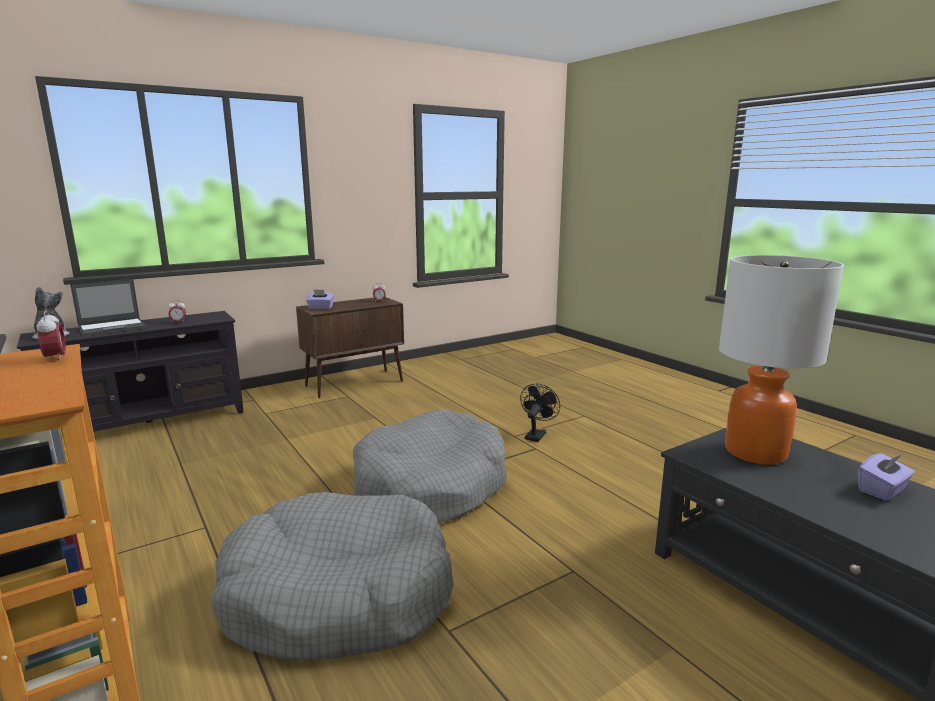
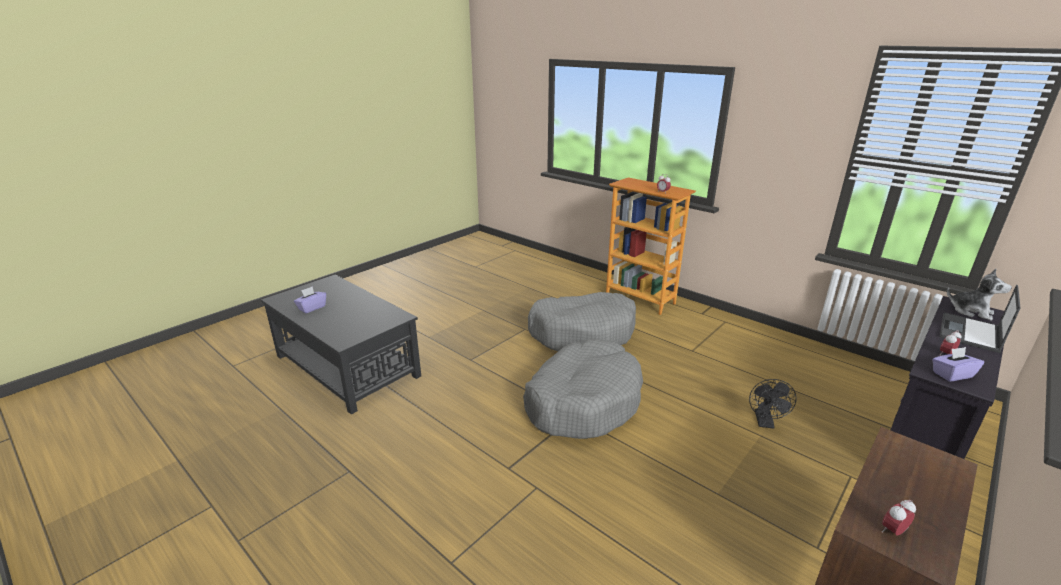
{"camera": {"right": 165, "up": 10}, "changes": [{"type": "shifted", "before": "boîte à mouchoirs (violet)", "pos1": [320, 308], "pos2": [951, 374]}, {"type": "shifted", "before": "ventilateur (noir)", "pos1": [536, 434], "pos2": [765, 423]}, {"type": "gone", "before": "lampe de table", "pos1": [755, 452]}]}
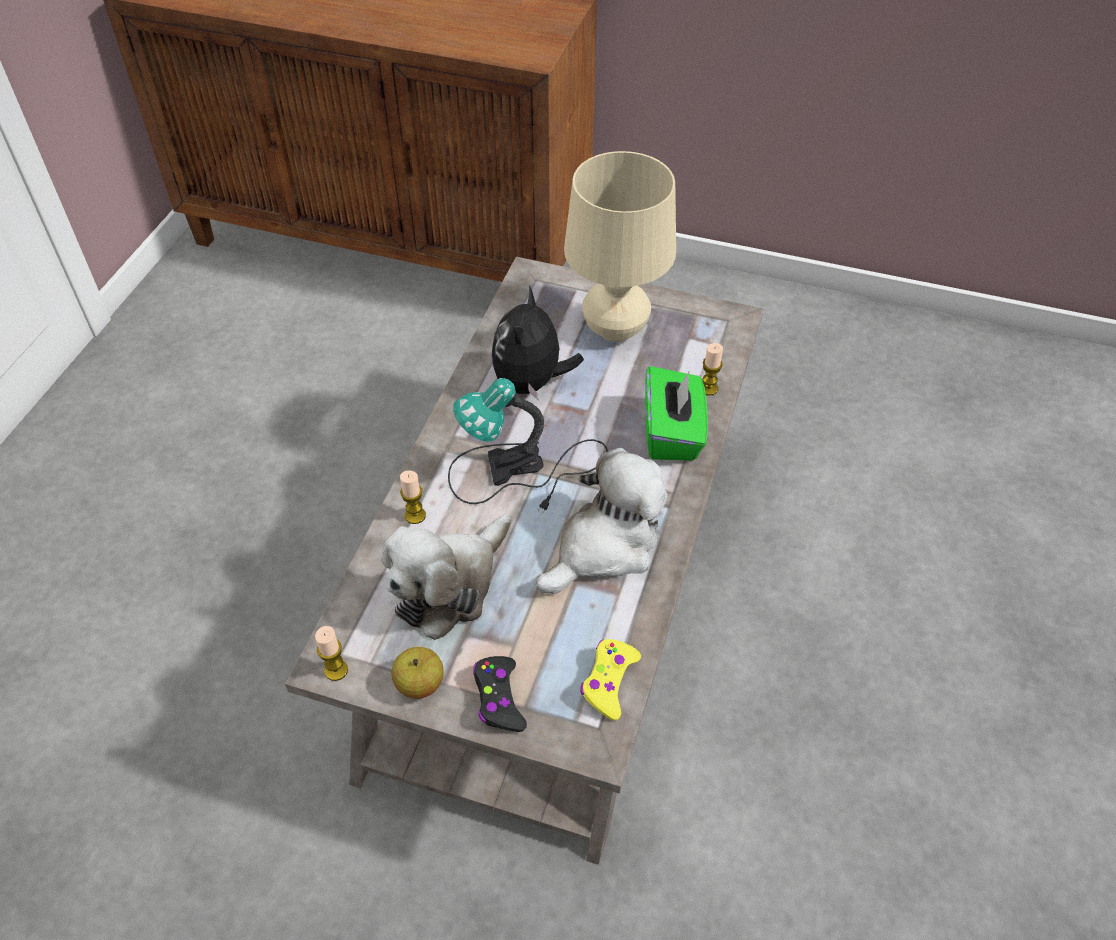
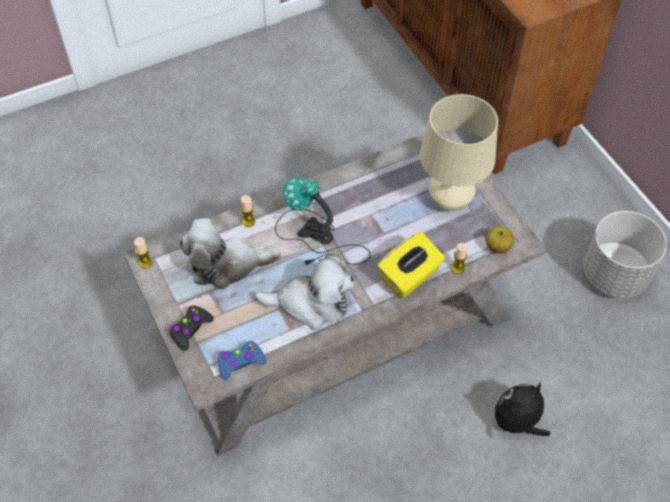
{"camera": {"right": 45, "up": 5}, "changes": [{"type": "shifted", "before": "pomme", "pos1": [420, 684], "pos2": [497, 247]}, {"type": "shifted", "before": "peluche", "pos1": [531, 383], "pos2": [517, 423]}, {"type": "repainted", "before": "manette (jaune)", "after": "manette (bleu)", "pos1": [609, 682], "pos2": [240, 362]}, {"type": "repainted", "before": "boîte à mouchoirs (vert)", "after": "boîte à mouchoirs (jaune)", "pos1": [672, 433], "pos2": [410, 277]}, {"type": "new", "after": "cache-pot (gris)", "pos2": [614, 275]}]}
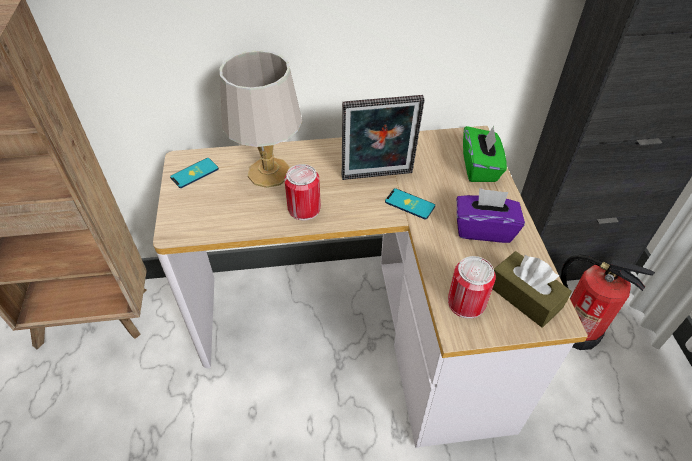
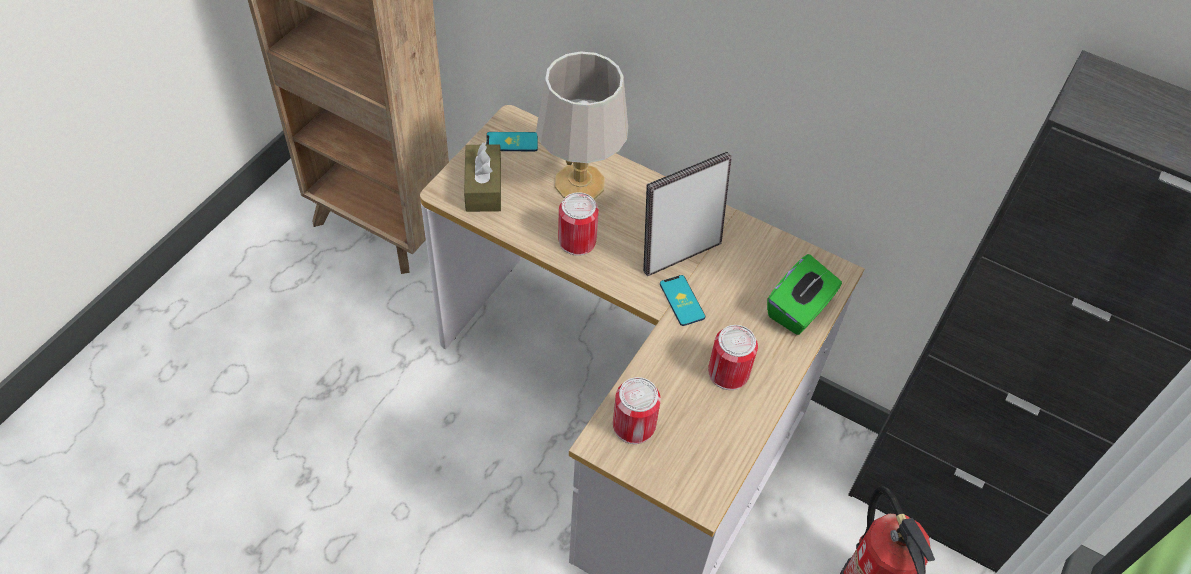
{"camera": {"right": 35, "up": 5}, "changes": [{"type": "rotated", "before": "cadre photo", "pos1": [377, 177], "pos2": [679, 253], "turn": 120}, {"type": "swapped", "before": "boîte à mouchoirs (violet)", "after": "boîte métallique", "pos1": [483, 229], "pos2": [728, 373]}, {"type": "shifted", "before": "boîte à mouchoirs (marron)", "pos1": [525, 296], "pos2": [483, 187]}]}
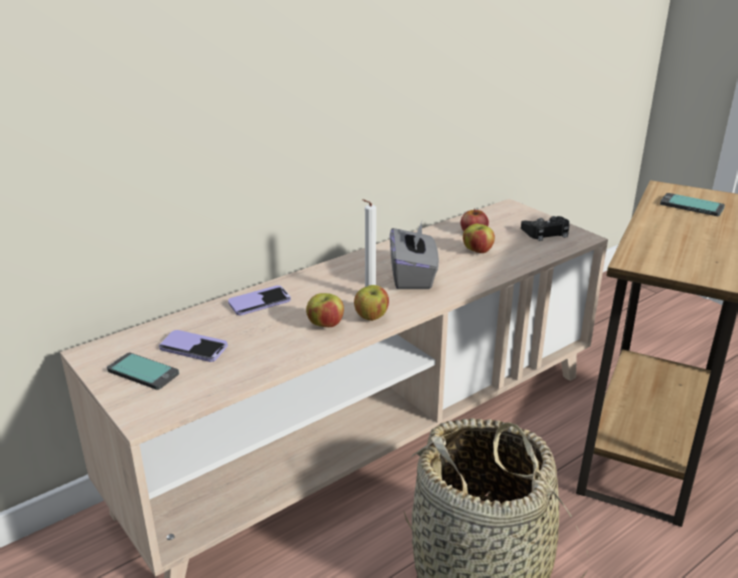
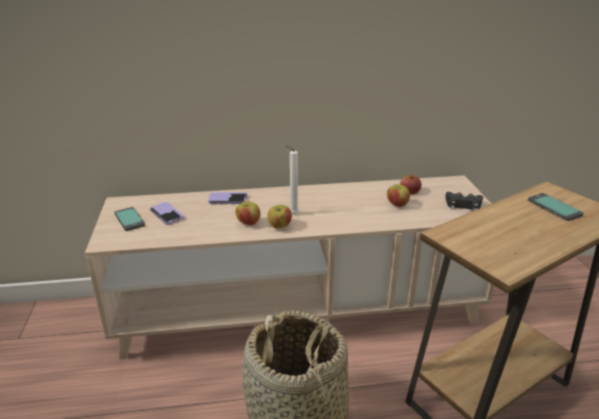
{"camera": {"right": 30, "up": 0}, "changes": [{"type": "gone", "before": "boîte à mouchoirs (gris)", "pos1": [413, 276]}]}
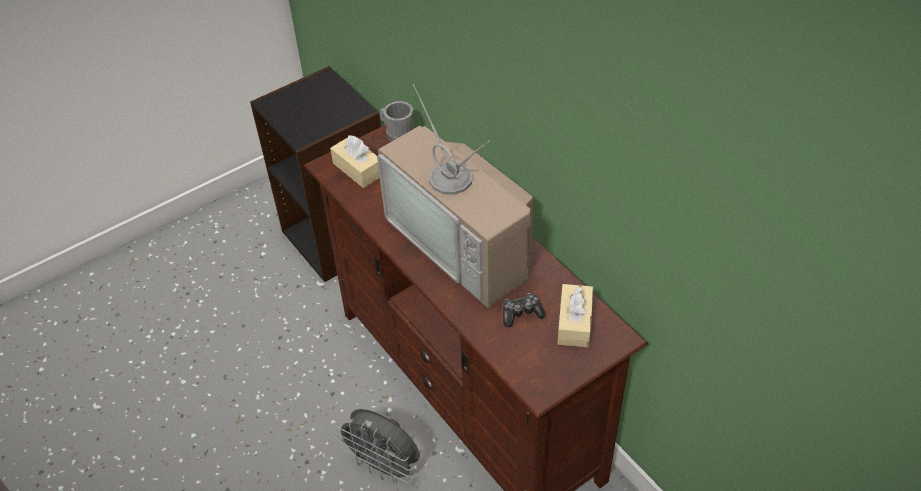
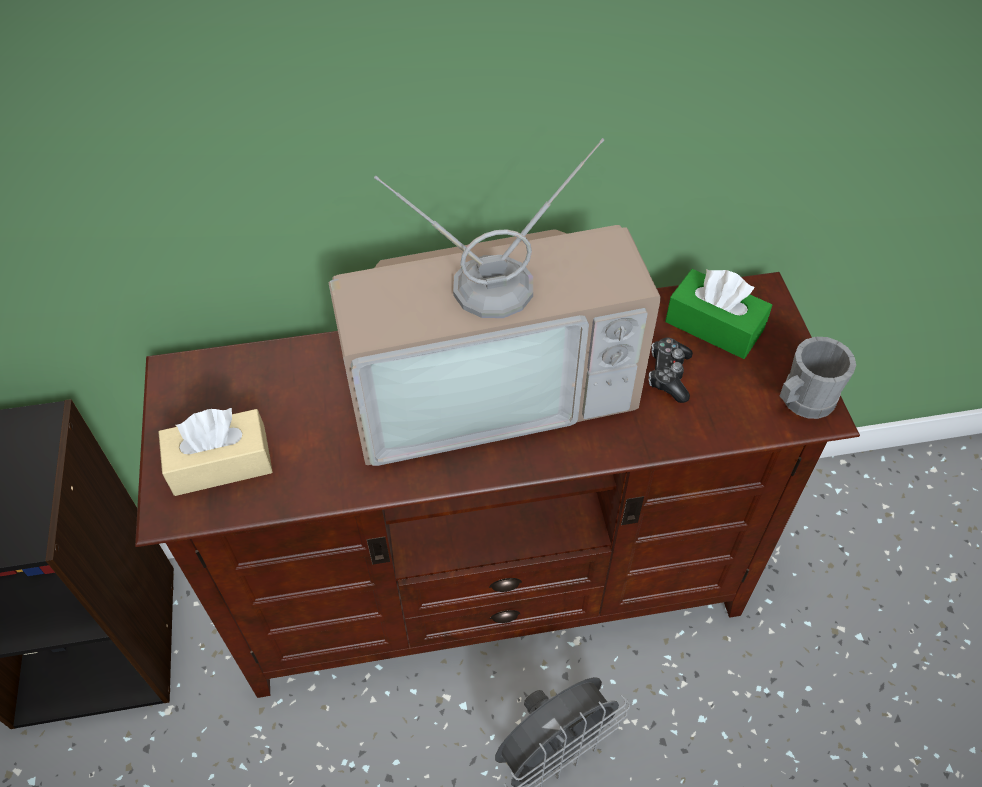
{"camera": {"right": -65, "up": 5}, "changes": [{"type": "shifted", "before": "mug (gris)", "pos1": [397, 134], "pos2": [803, 400]}, {"type": "repainted", "before": "boîte à mouchoirs (beige)", "after": "boîte à mouchoirs (vert)", "pos1": [574, 323], "pos2": [714, 326]}]}
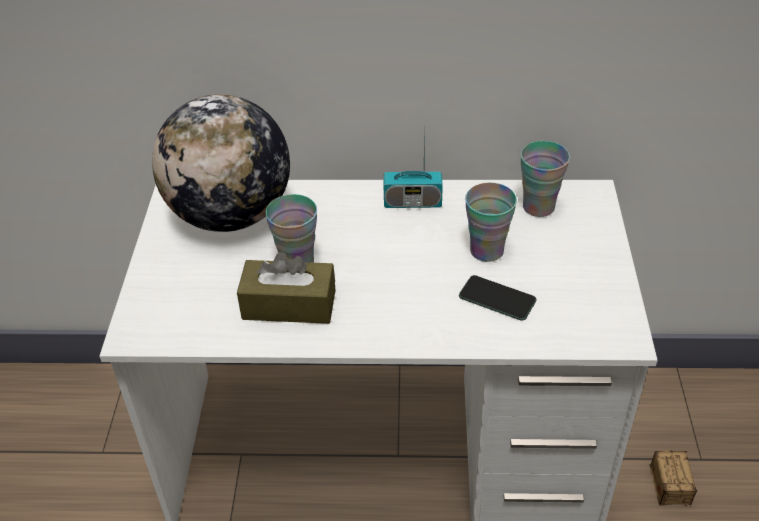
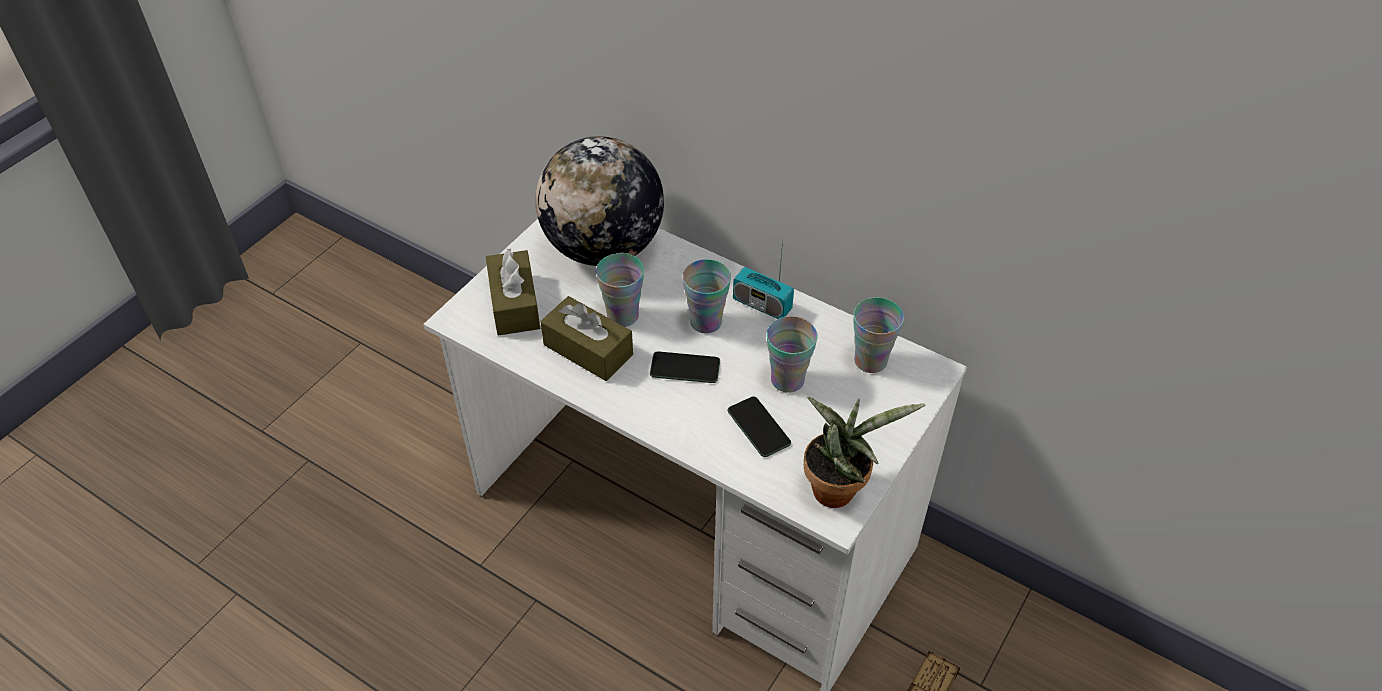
{"camera": {"right": 30, "up": 5}, "changes": [{"type": "new", "after": "boîte à mouchoirs (marron)", "pos2": [514, 304]}, {"type": "new", "after": "téléphone", "pos2": [685, 368]}, {"type": "new", "after": "tasse", "pos2": [706, 322]}, {"type": "new", "after": "plante en pot", "pos2": [838, 487]}]}
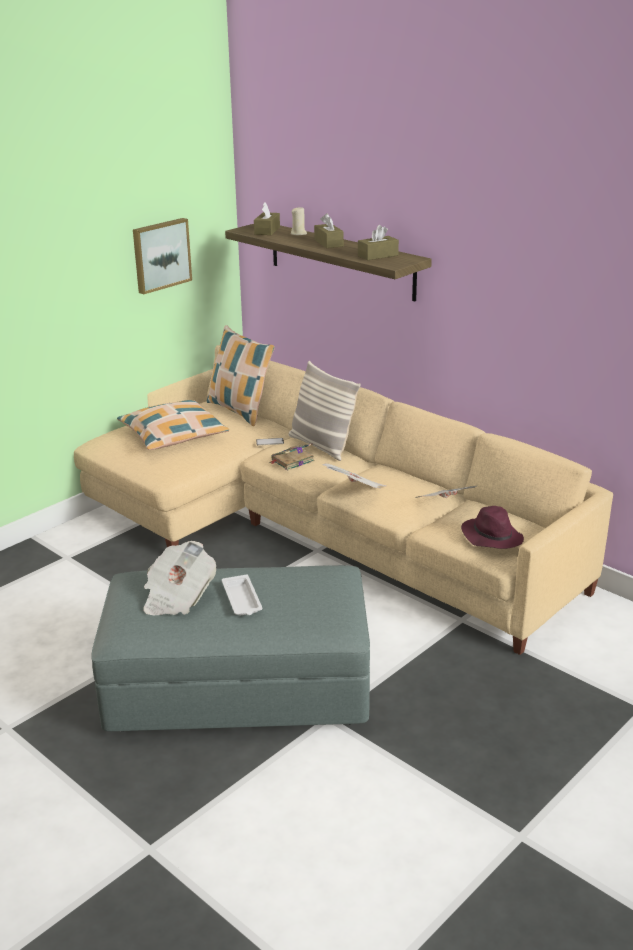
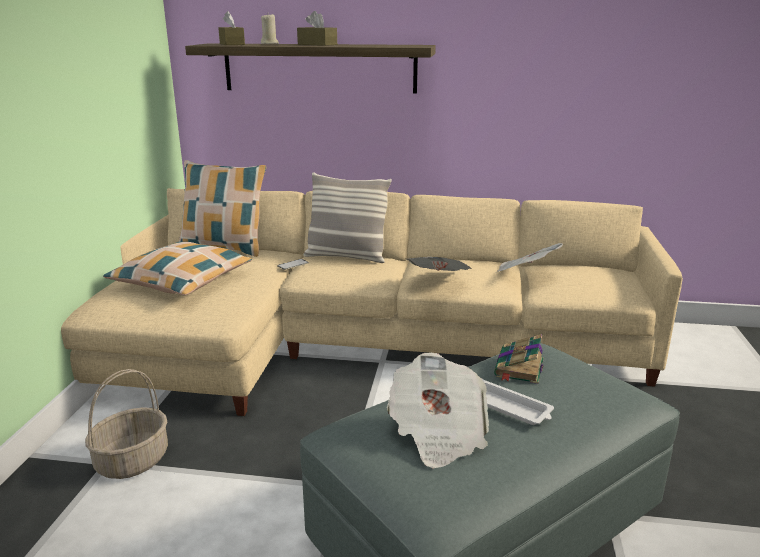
{"camera": {"right": -35, "up": -5}, "changes": [{"type": "gone", "before": "tableau", "pos1": [160, 255]}, {"type": "shifted", "before": "livre", "pos1": [292, 461], "pos2": [519, 368]}, {"type": "gone", "before": "boîte à mouchoirs (marron)", "pos1": [378, 255]}, {"type": "gone", "before": "chapeau (violet)", "pos1": [491, 537]}, {"type": "new", "after": "panier", "pos2": [133, 460]}]}
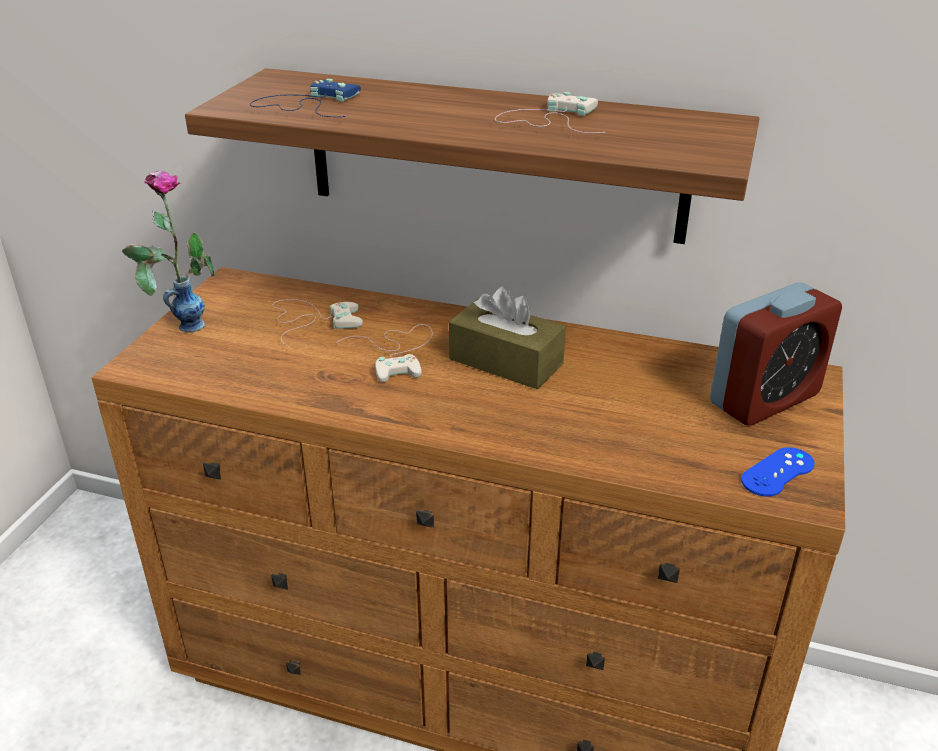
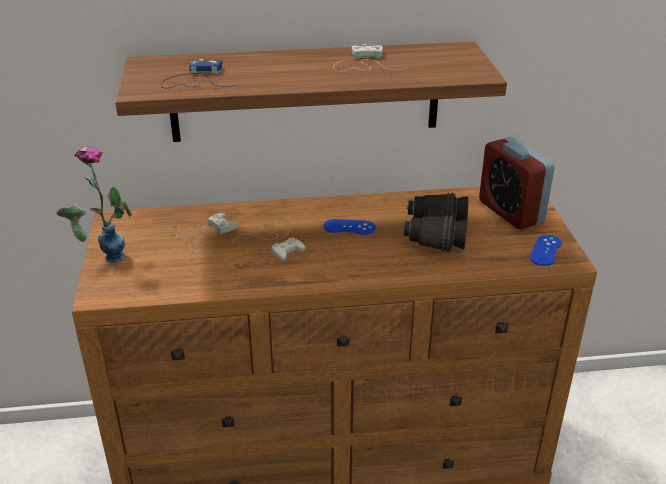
{"camera": {"right": -25, "up": 0}, "changes": [{"type": "swapped", "before": "boîte à mouchoirs (marron)", "after": "manette (bleu)", "pos1": [506, 361], "pos2": [349, 227]}, {"type": "rotated", "before": "réveil", "pos1": [764, 399], "pos2": [510, 212], "turn": 120}, {"type": "new", "after": "jumelles (noir)", "pos2": [435, 233]}]}
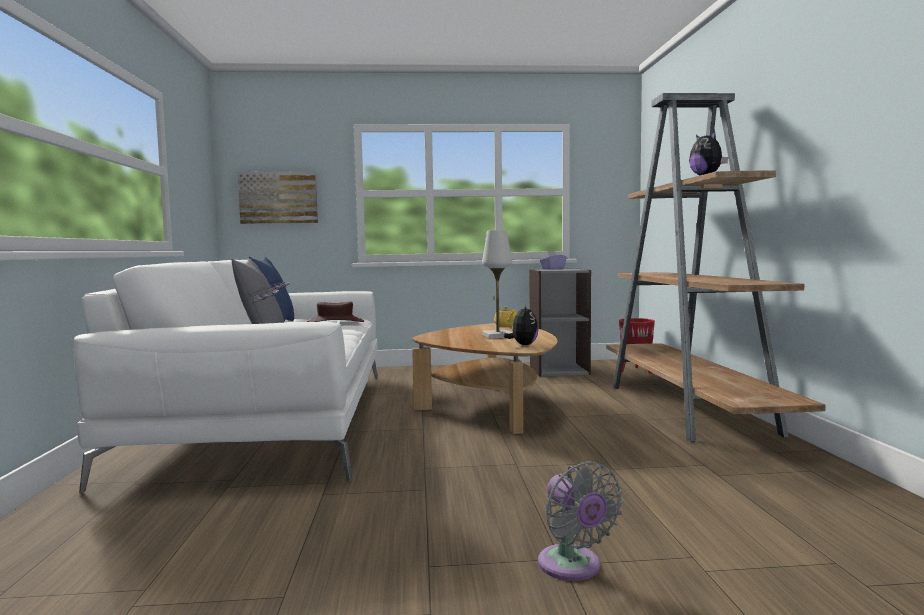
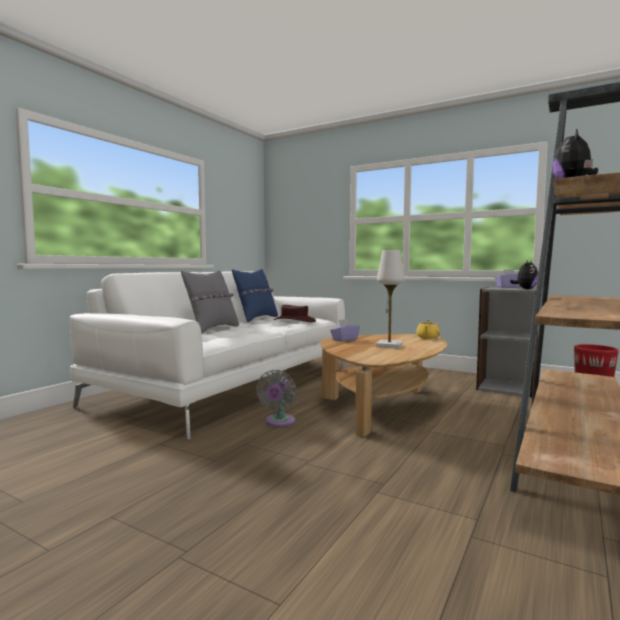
{"camera": {"right": 35, "up": 0}, "changes": [{"type": "gone", "before": "tableau", "pos1": [278, 198]}, {"type": "shifted", "before": "peluche", "pos1": [523, 345], "pos2": [525, 289]}, {"type": "shifted", "before": "ventilateur (gris)", "pos1": [572, 567], "pos2": [279, 422]}, {"type": "new", "after": "boîte à mouchoirs (violet)", "pos2": [344, 340]}]}
